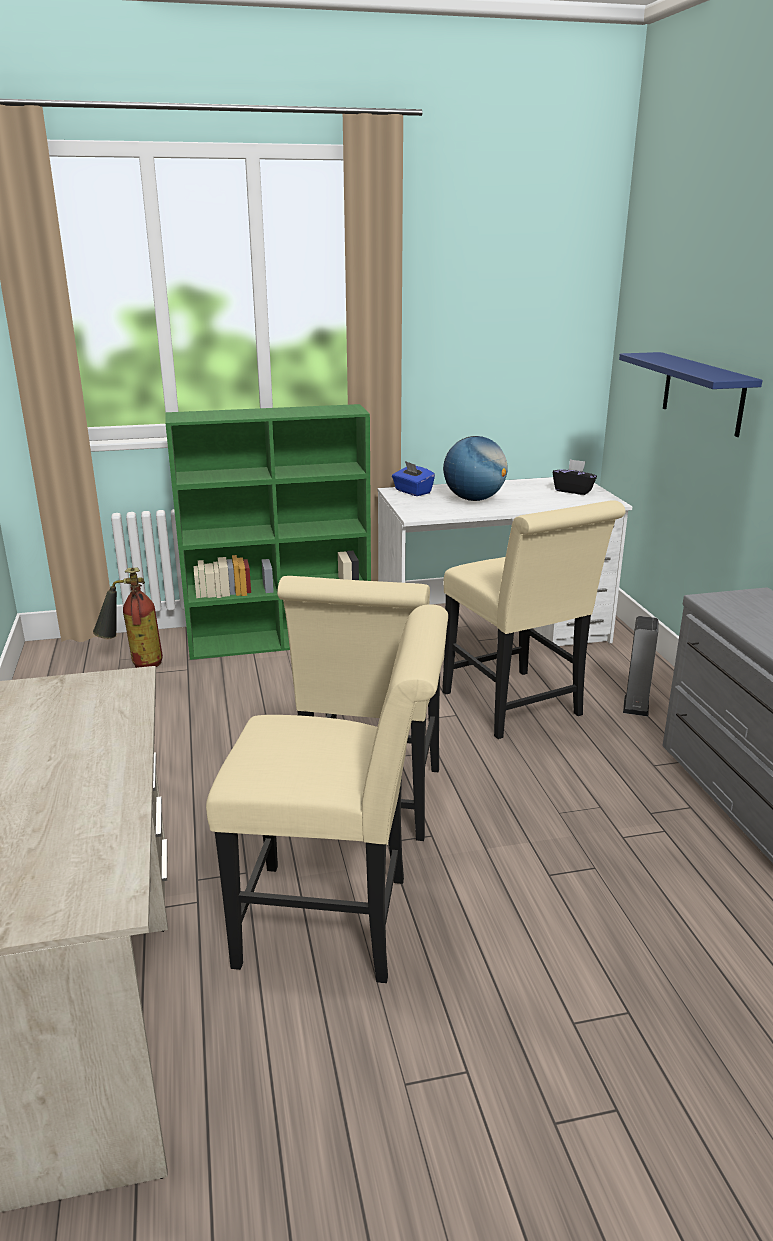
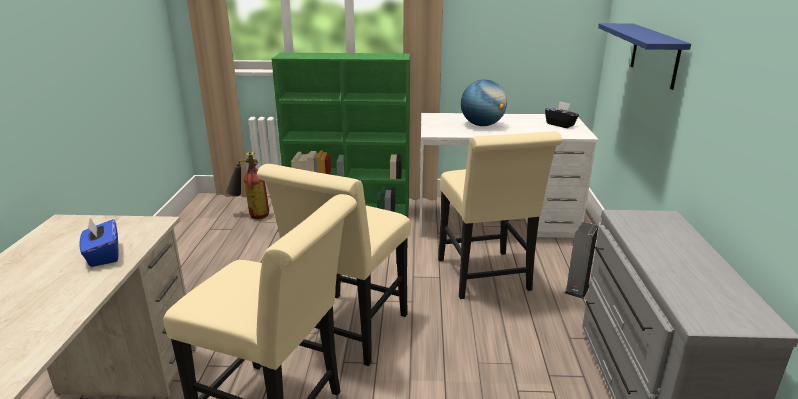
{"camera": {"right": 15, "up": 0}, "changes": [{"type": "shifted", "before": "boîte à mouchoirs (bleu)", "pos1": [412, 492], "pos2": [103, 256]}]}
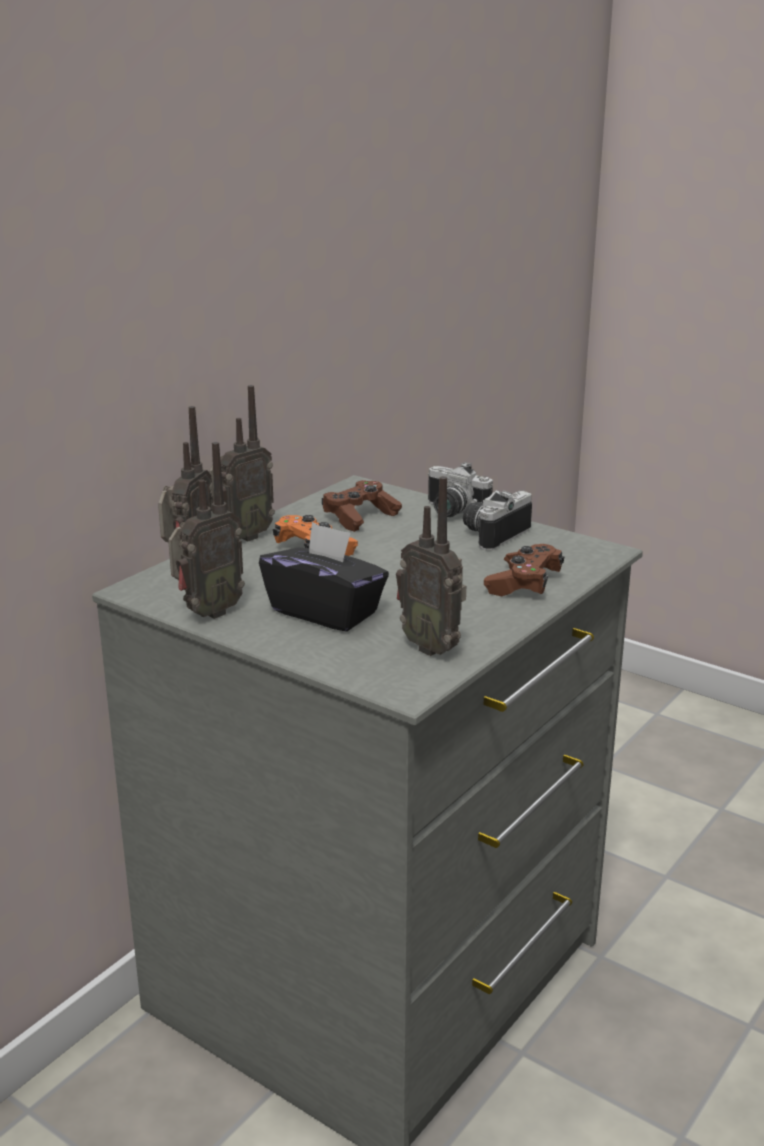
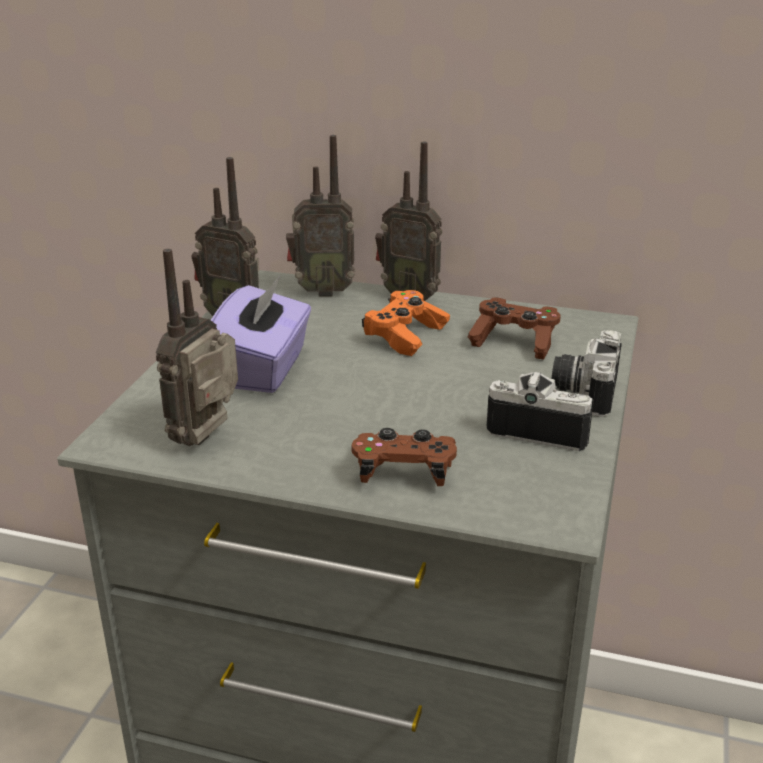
{"camera": {"right": 70, "up": 5}, "changes": [{"type": "repainted", "before": "boîte à mouchoirs (noir)", "after": "boîte à mouchoirs (violet)", "pos1": [325, 612], "pos2": [263, 369]}]}
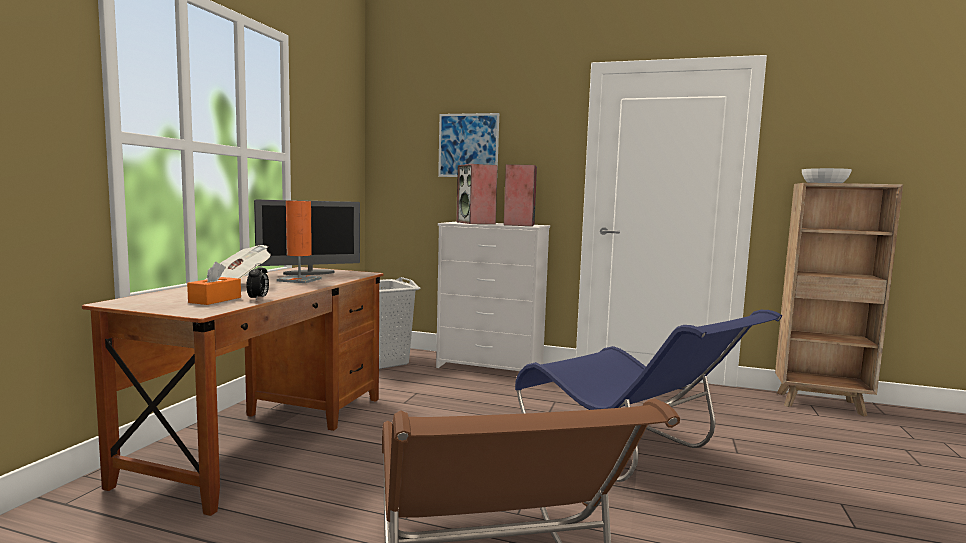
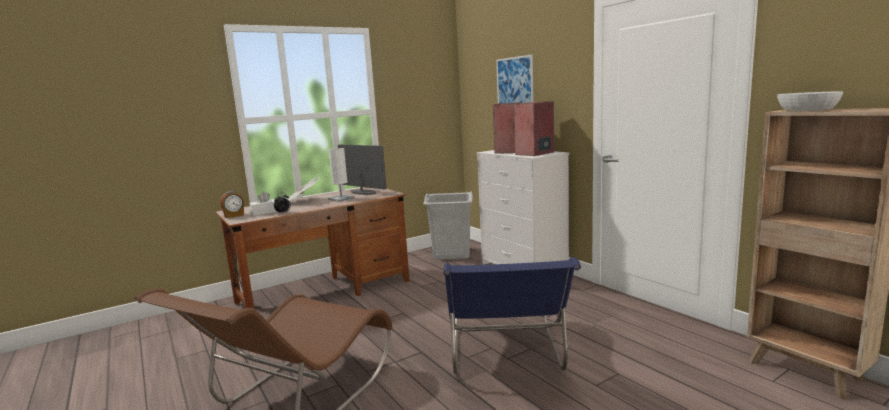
{"camera": {"right": 40, "up": 5}, "changes": [{"type": "repainted", "before": "boîte à mouchoirs (orange)", "after": "boîte à mouchoirs (blanc)", "pos1": [215, 300], "pos2": [265, 212]}, {"type": "rotated", "before": "écran d'ordinateur", "pos1": [309, 273], "pos2": [363, 192], "turn": -150}, {"type": "repainted", "before": "lampe de table (orange)", "after": "lampe de table (blanc)", "pos1": [299, 280], "pos2": [341, 198]}, {"type": "new", "after": "réveil", "pos2": [234, 216]}]}
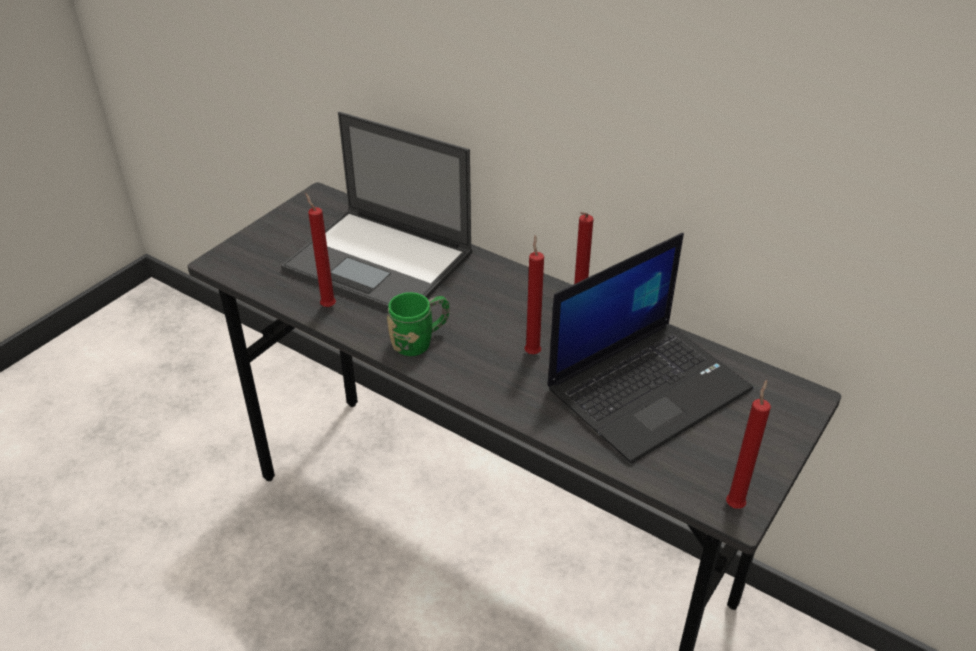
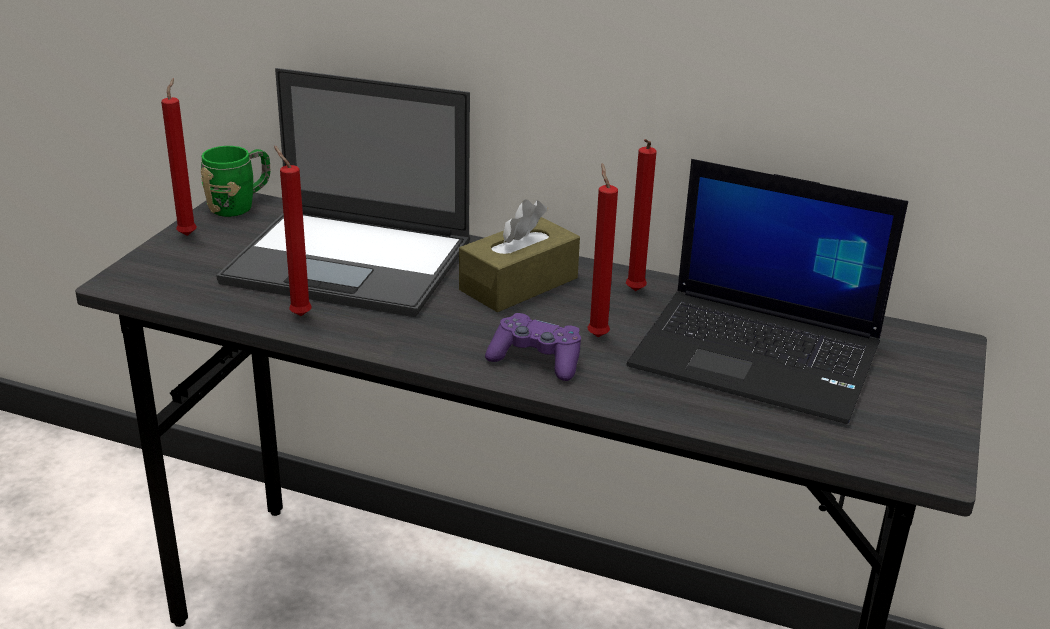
{"camera": {"right": -15, "up": -10}, "changes": [{"type": "shifted", "before": "mug (vert)", "pos1": [420, 341], "pos2": [240, 205]}, {"type": "rotated", "before": "ordinateur portable", "pos1": [648, 387], "pos2": [760, 355], "turn": 75}, {"type": "shifted", "before": "bougie (rouge)", "pos1": [735, 503], "pos2": [188, 234]}, {"type": "new", "after": "boîte à mouchoirs (marron)", "pos2": [519, 284]}, {"type": "new", "after": "manette (violet)", "pos2": [536, 359]}]}
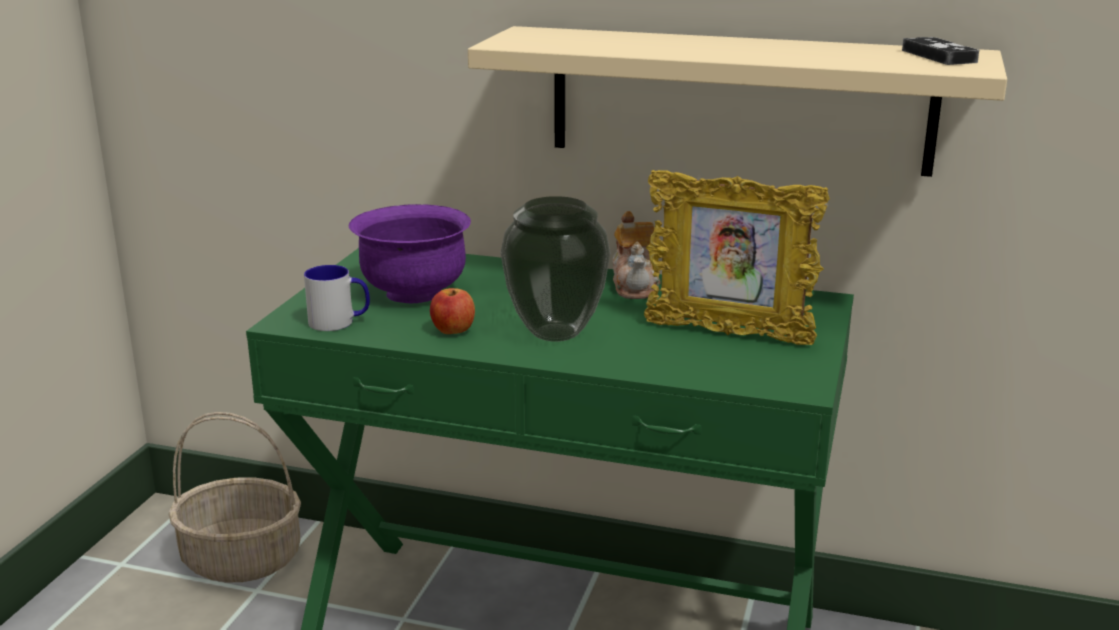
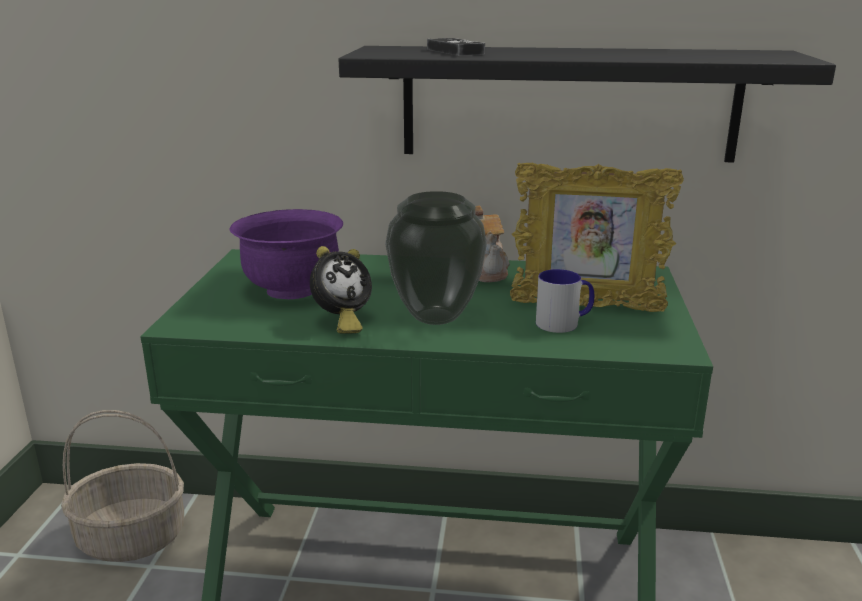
{"camera": {"right": -10, "up": 0}, "changes": [{"type": "shifted", "before": "mug", "pos1": [339, 322], "pos2": [564, 323]}, {"type": "swapped", "before": "pomme", "after": "réveil", "pos1": [453, 331], "pos2": [341, 322]}, {"type": "repainted", "before": "étagère (beige)", "after": "étagère (noir)", "pos1": [739, 100], "pos2": [569, 104]}, {"type": "shifted", "before": "manette", "pos1": [938, 56], "pos2": [455, 51]}]}
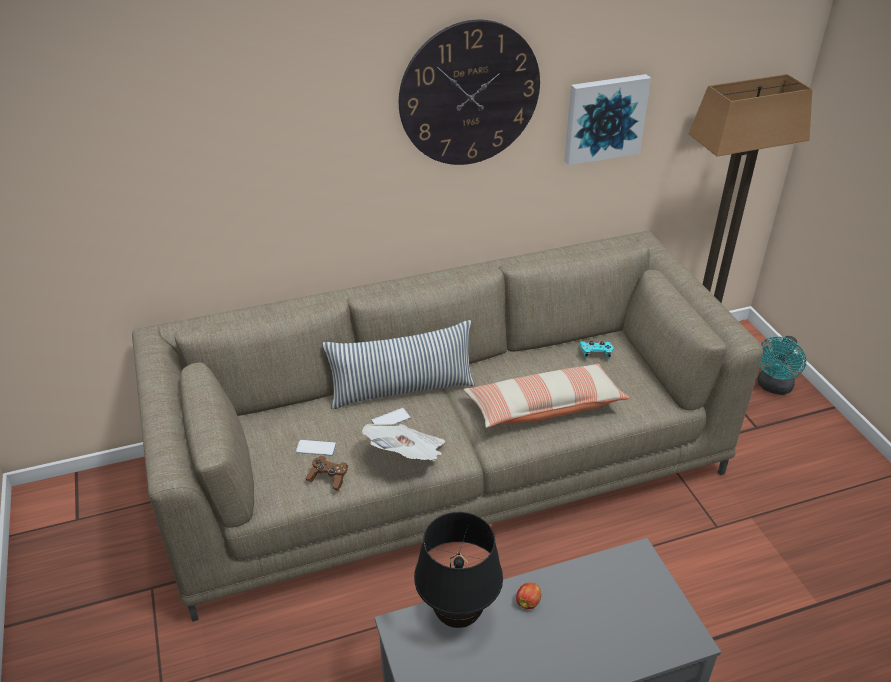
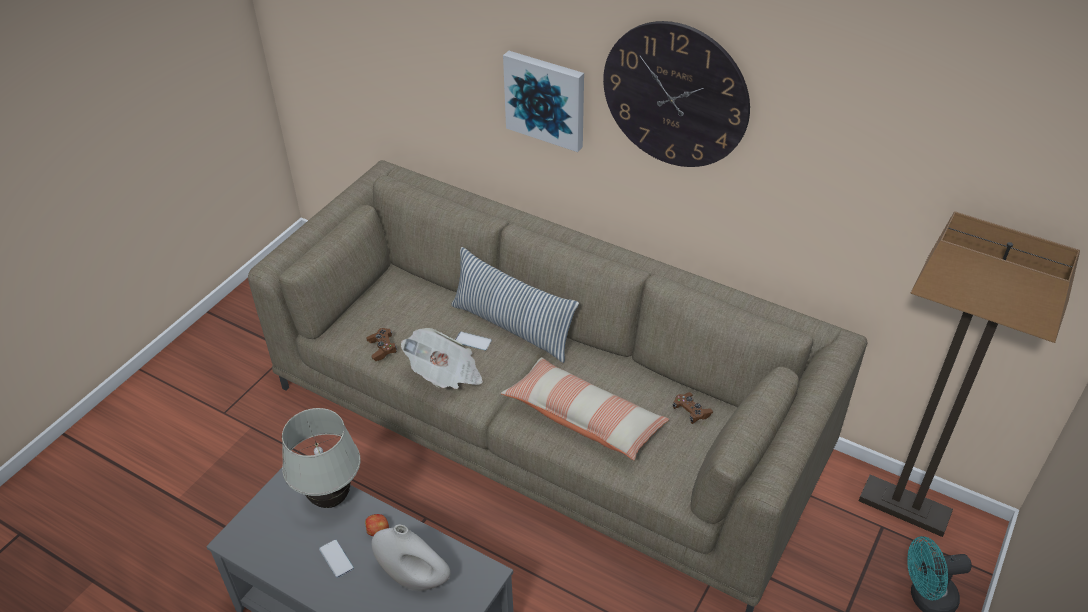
{"camera": {"right": 50, "up": 5}, "changes": [{"type": "shifted", "before": "téléphone", "pos1": [316, 448], "pos2": [336, 558]}, {"type": "repainted", "before": "lampe de table (noir)", "after": "lampe de table (blanc)", "pos1": [458, 616], "pos2": [331, 498]}, {"type": "shifted", "before": "tableau", "pos1": [604, 118], "pos2": [546, 99]}, {"type": "repainted", "before": "manette (turquoise)", "after": "manette (marron)", "pos1": [595, 353], "pos2": [691, 412]}, {"type": "new", "after": "vase (blanc)", "pos2": [414, 578]}]}
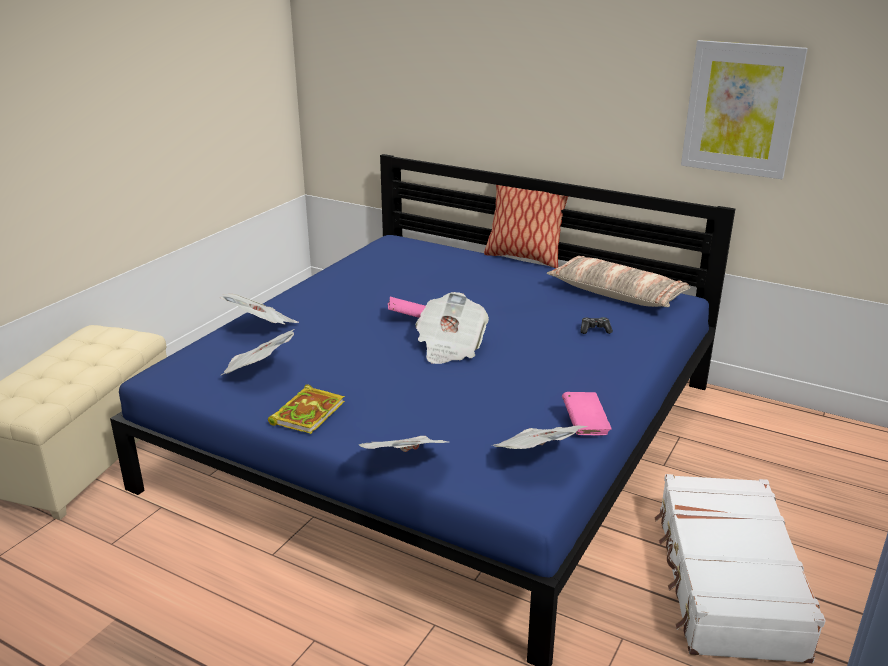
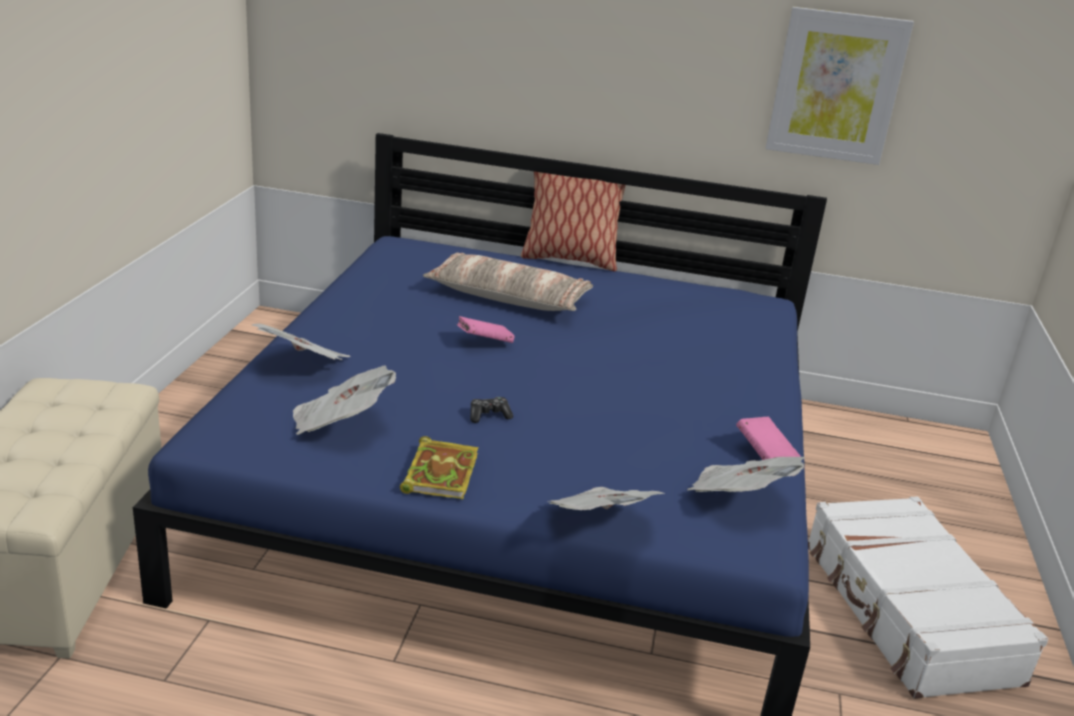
{"camera": {"right": -20, "up": 0}, "changes": [{"type": "gone", "before": "journal", "pos1": [450, 347]}, {"type": "shifted", "before": "coussin", "pos1": [616, 294], "pos2": [508, 297]}, {"type": "shifted", "before": "manette", "pos1": [595, 330], "pos2": [489, 415]}]}
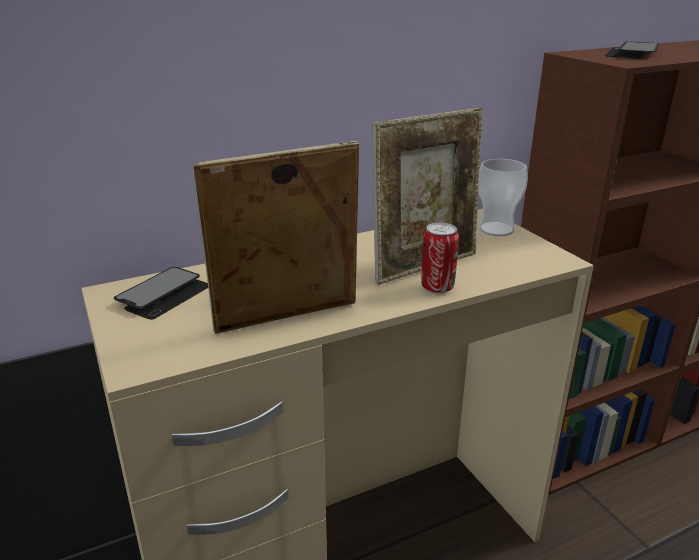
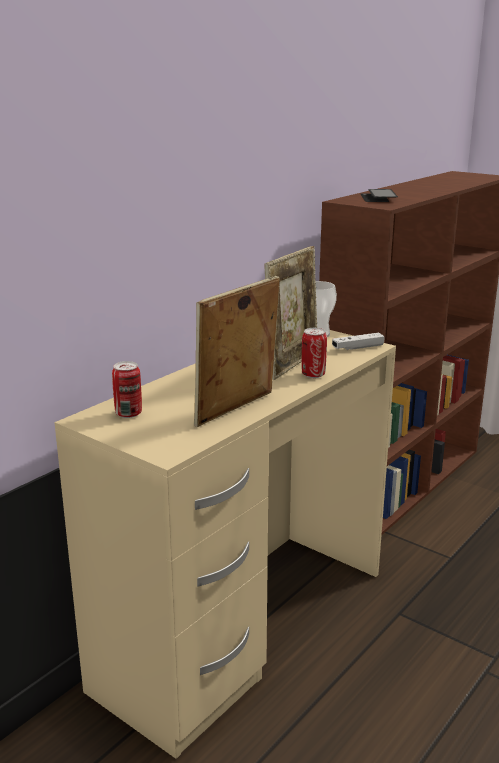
{"camera": {"right": -25, "up": -5}, "changes": [{"type": "swapped", "before": "téléphone", "after": "boîte métallique", "pos1": [164, 295], "pos2": [128, 414]}, {"type": "new", "after": "manette (blanc)", "pos2": [358, 347]}]}
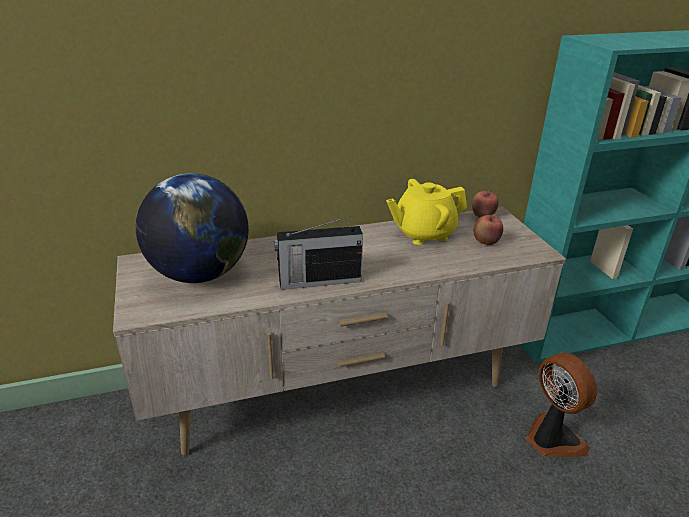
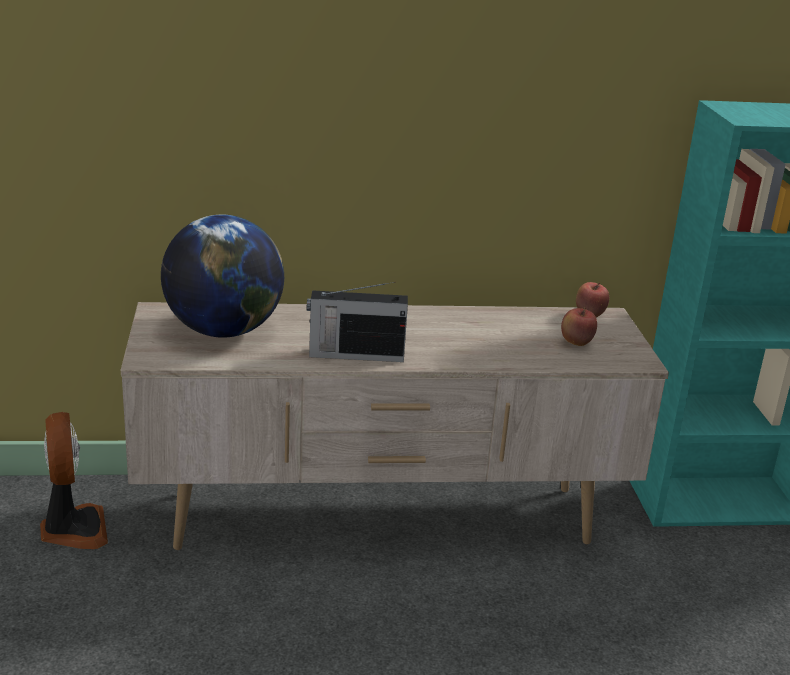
{"camera": {"right": 10, "up": -5}, "changes": [{"type": "gone", "before": "théière (jaune)", "pos1": [423, 233]}, {"type": "shifted", "before": "ventilateur", "pos1": [551, 439], "pos2": [73, 529]}]}
